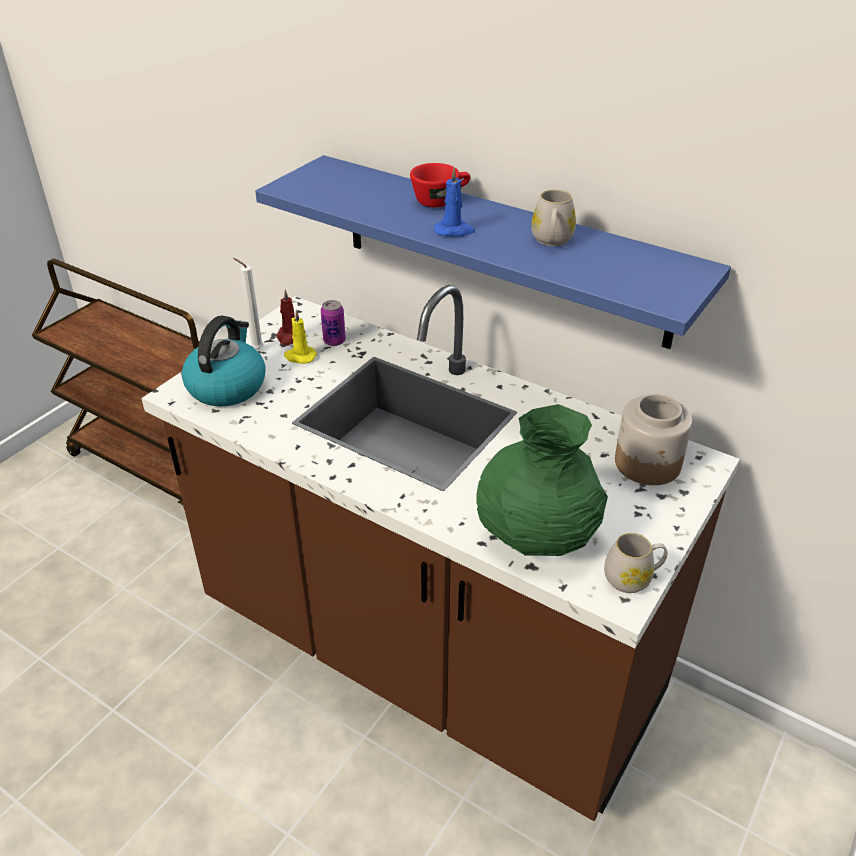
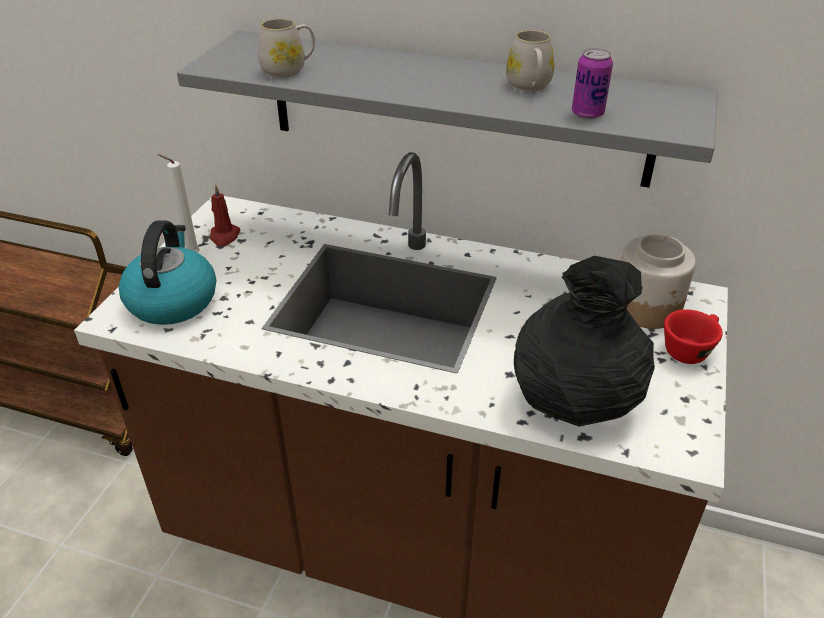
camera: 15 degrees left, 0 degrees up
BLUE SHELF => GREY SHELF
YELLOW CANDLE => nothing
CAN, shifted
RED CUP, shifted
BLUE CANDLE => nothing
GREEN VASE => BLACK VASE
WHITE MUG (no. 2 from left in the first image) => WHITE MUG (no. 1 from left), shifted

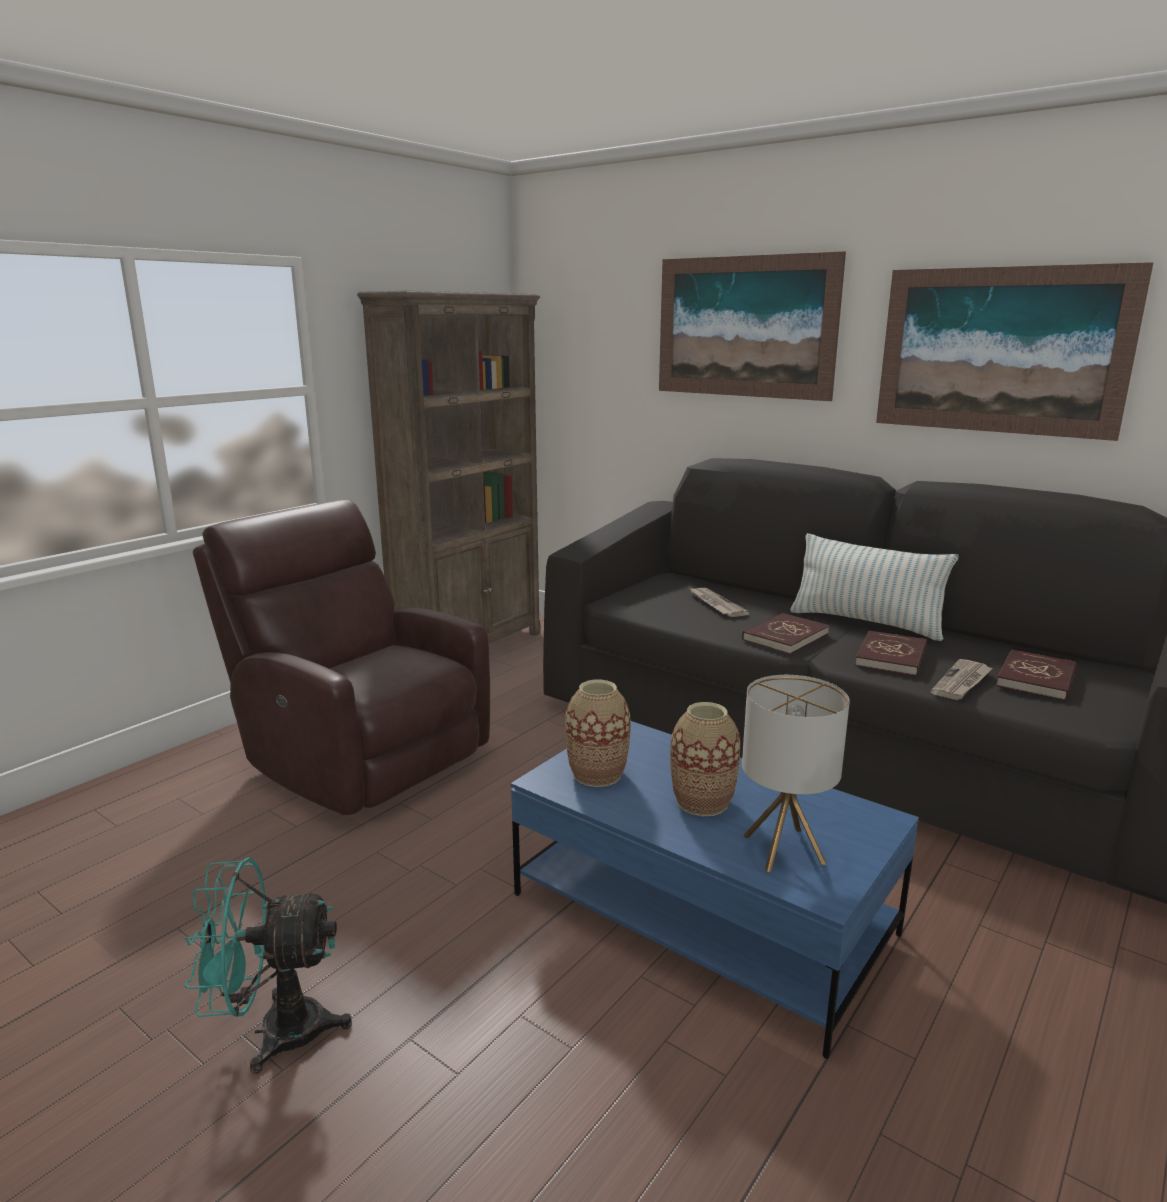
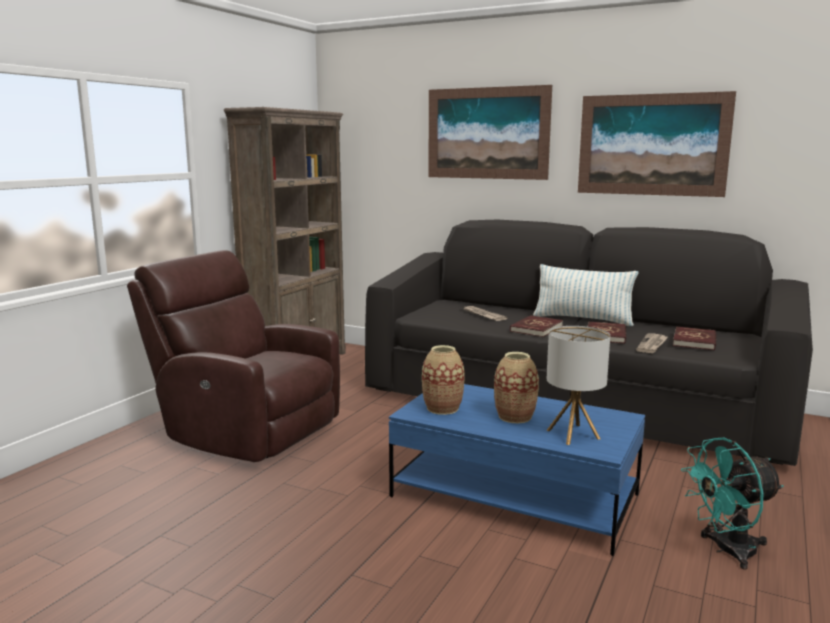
camera: 10 degrees left, 5 degrees down
TURQUOISE FAN, shifted

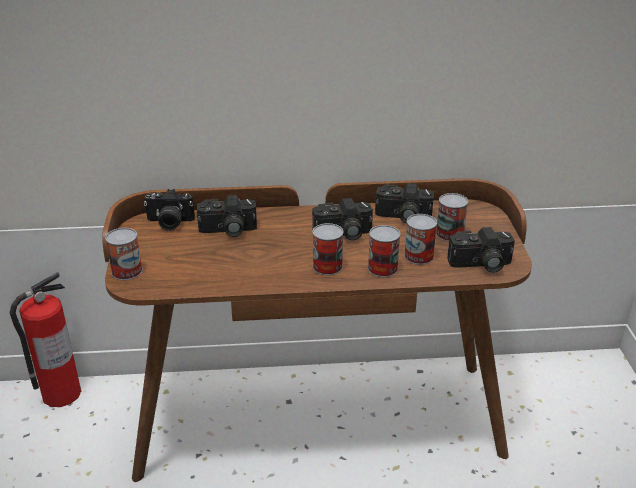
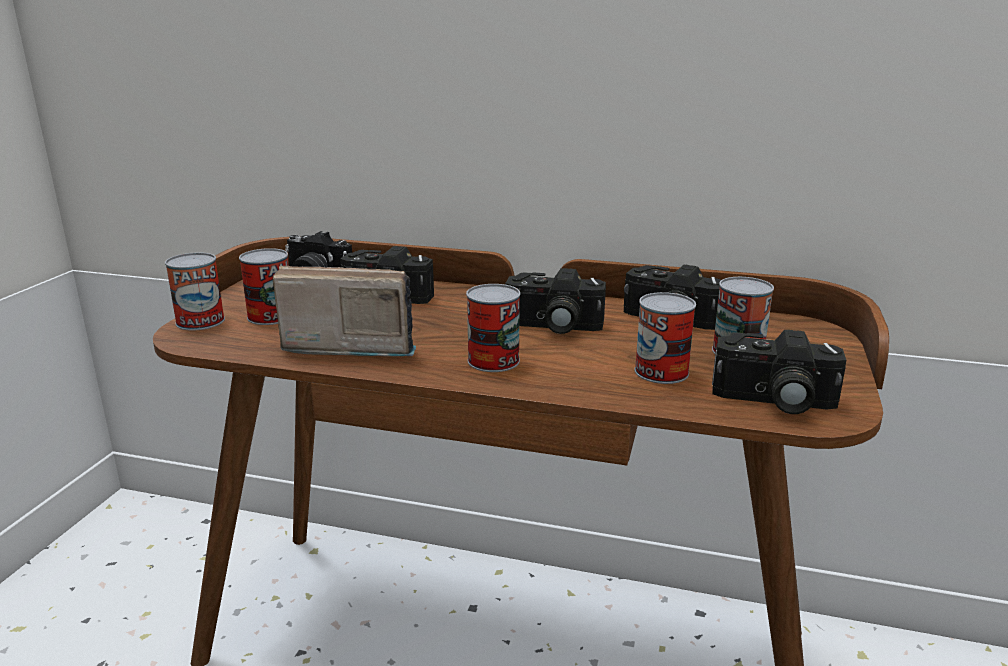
camera: 20 degrees right, 10 degrees down
FIRE EXTINGUISHER => nothing
CAN (no. 3 from left in the first image) => CAN (no. 2 from left), shifted
nothing => RADIO

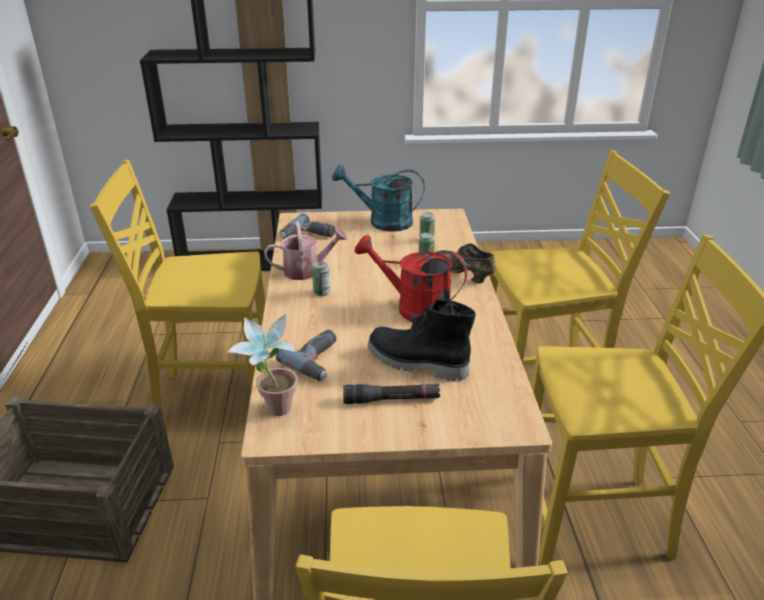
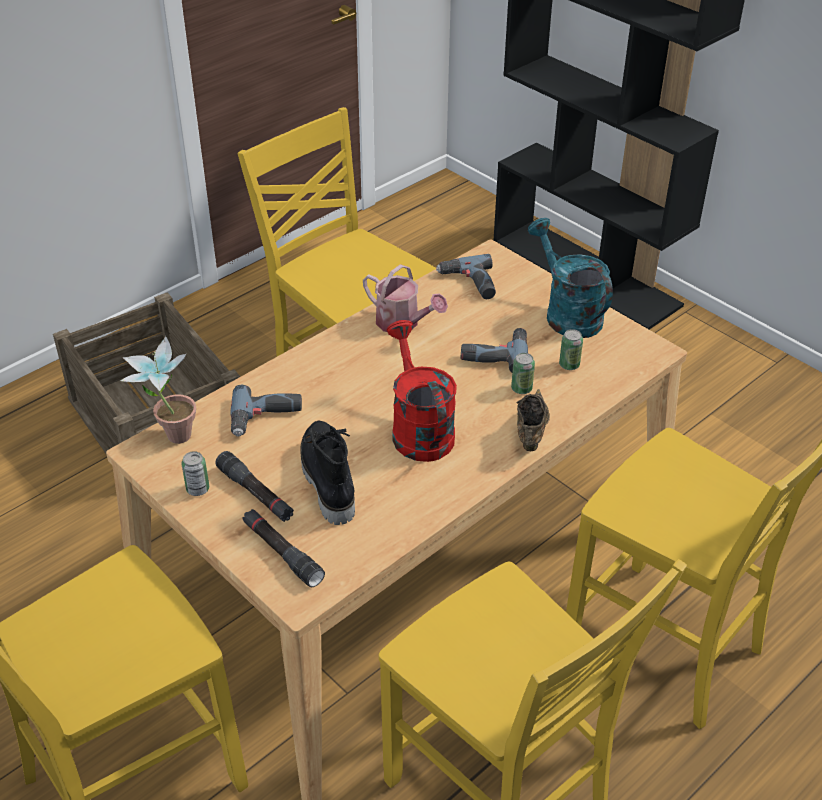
camera: 50 degrees right, 10 degrees up
CAN (no. 1 from left), shifted
nothing => BLACK FLASHLIGHT (no. 2 from left)
nothing => POWER DRILL (no. 3 from left)

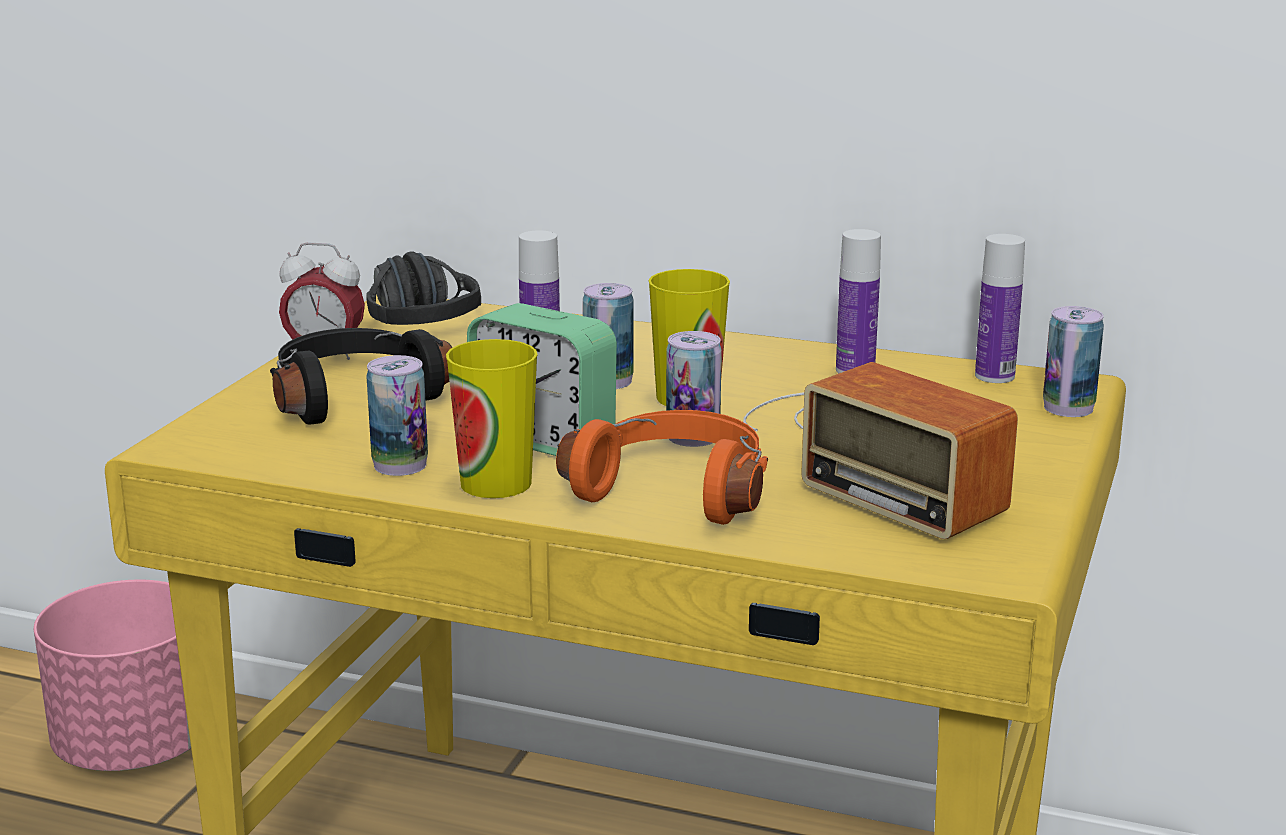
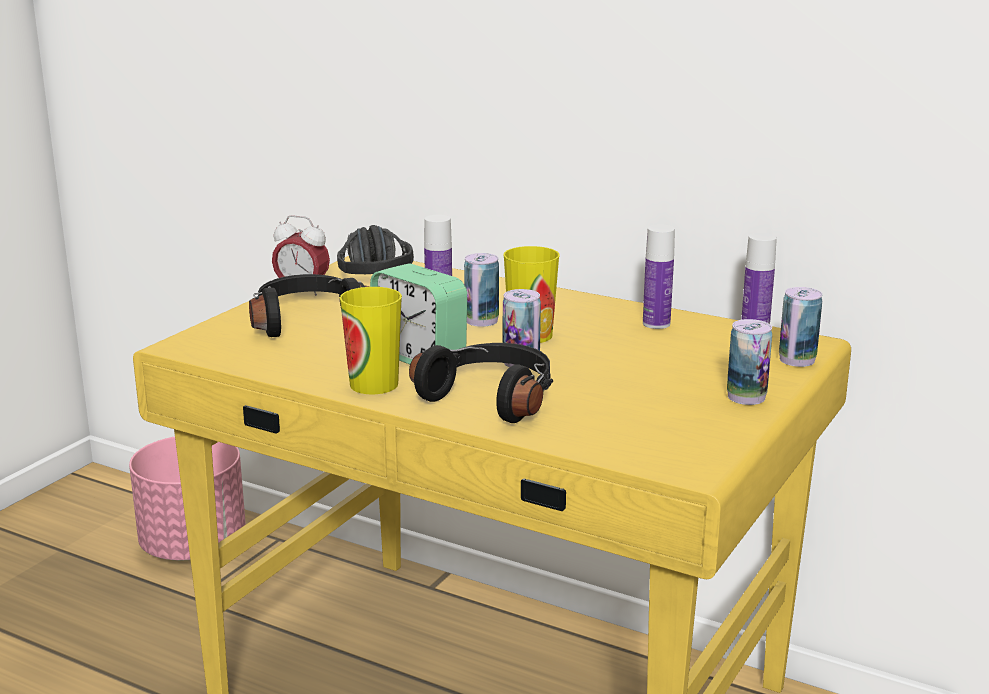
camera: 10 degrees right, 0 degrees up
CAN (no. 1 from left in the first image) => CAN (no. 3 from left), shifted
ORANGE HEADPHONES => BLACK HEADPHONES (no. 3 from left)
RADIO => nothing

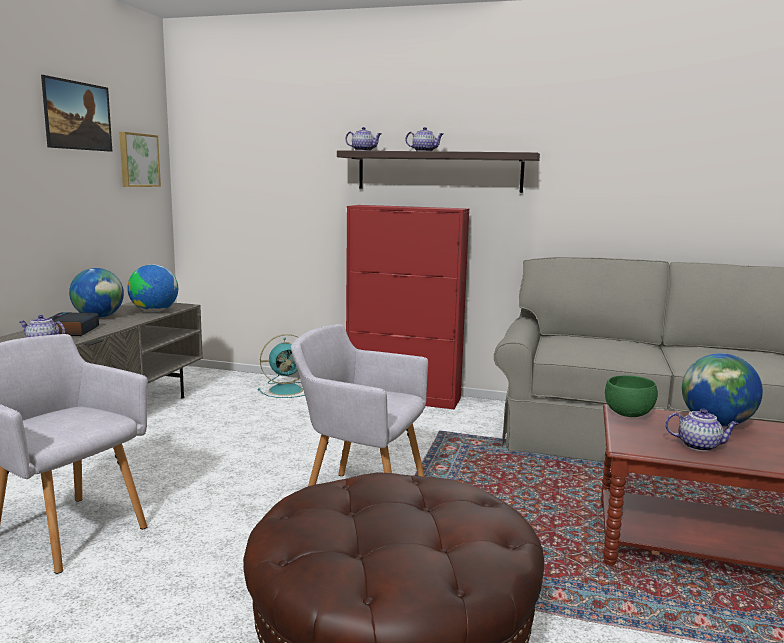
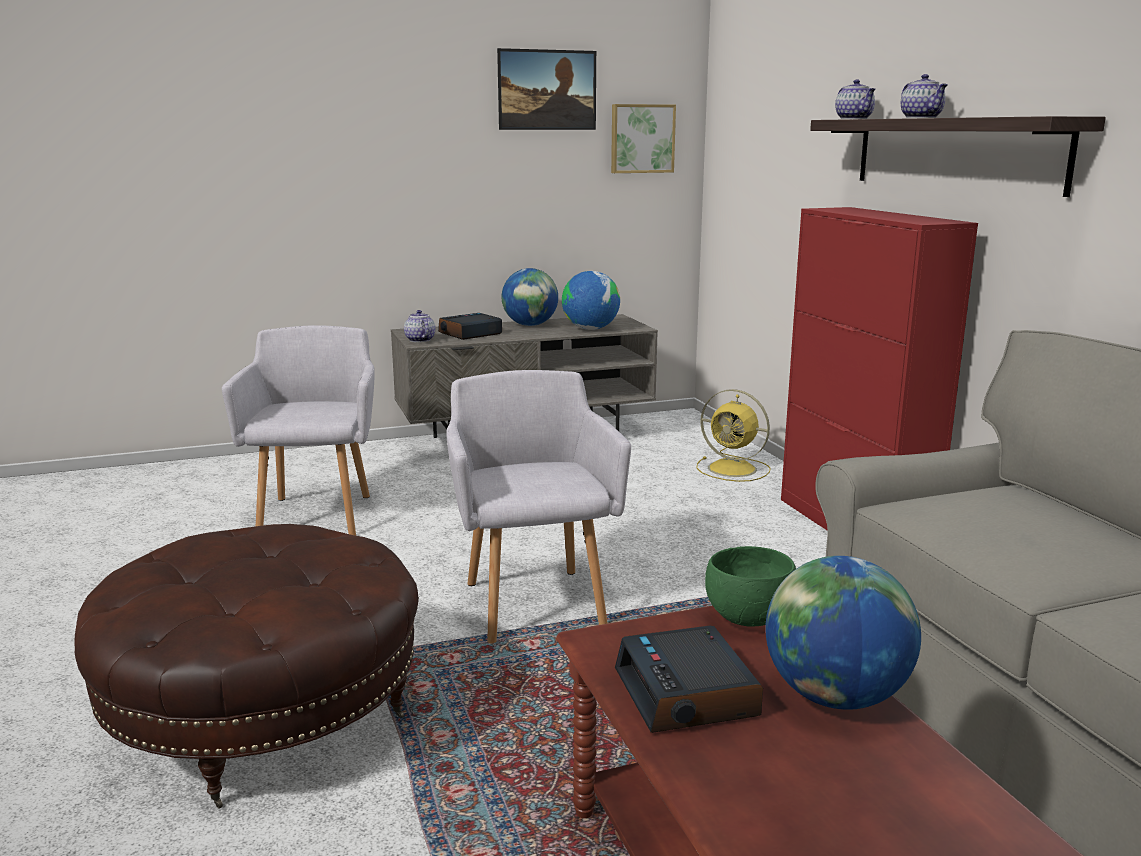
camera: 55 degrees right, 5 degrees up
TURQUOISE FAN => YELLOW FAN
TEAPOT (no. 4 from left) => ALARM CLOCK (no. 2 from left)

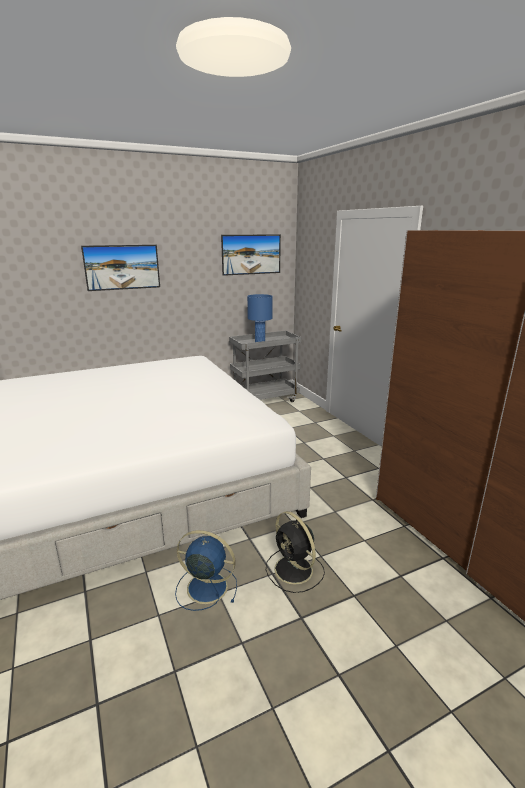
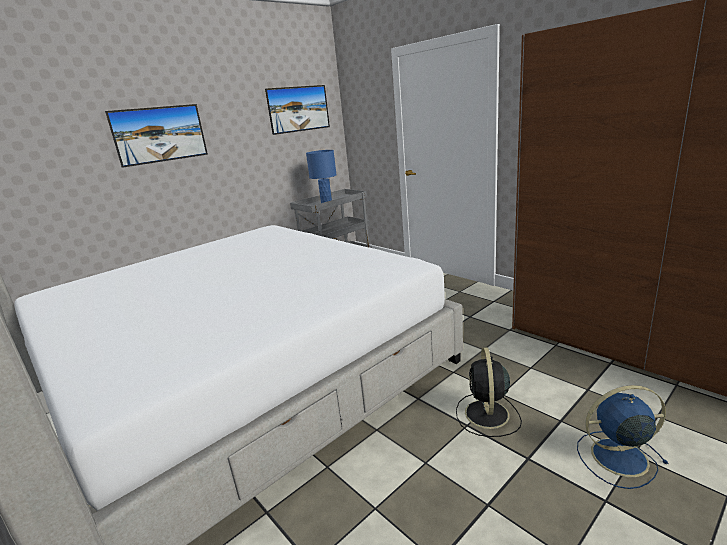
camera: 15 degrees left, 0 degrees up
BLUE FAN, shifted
BLACK FAN, 60 degrees clockwise

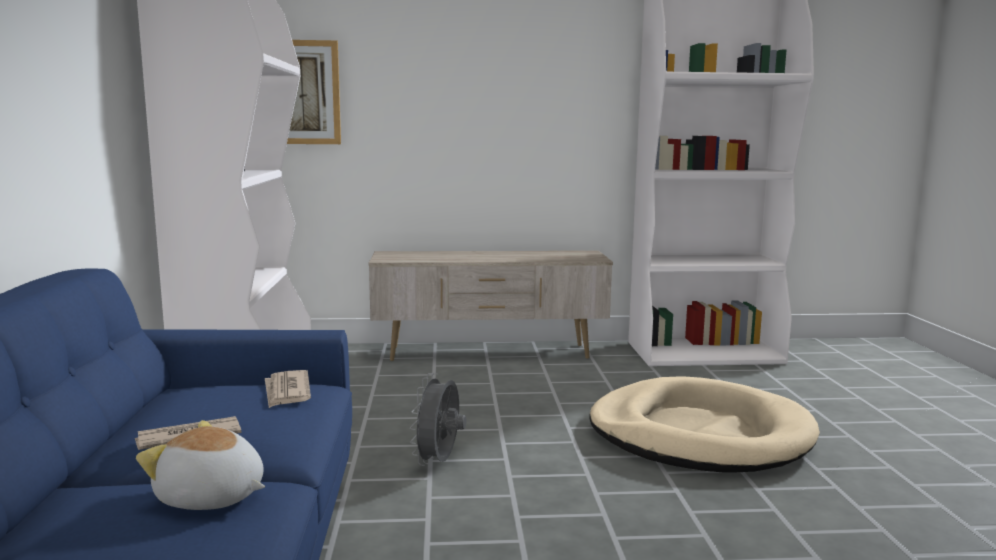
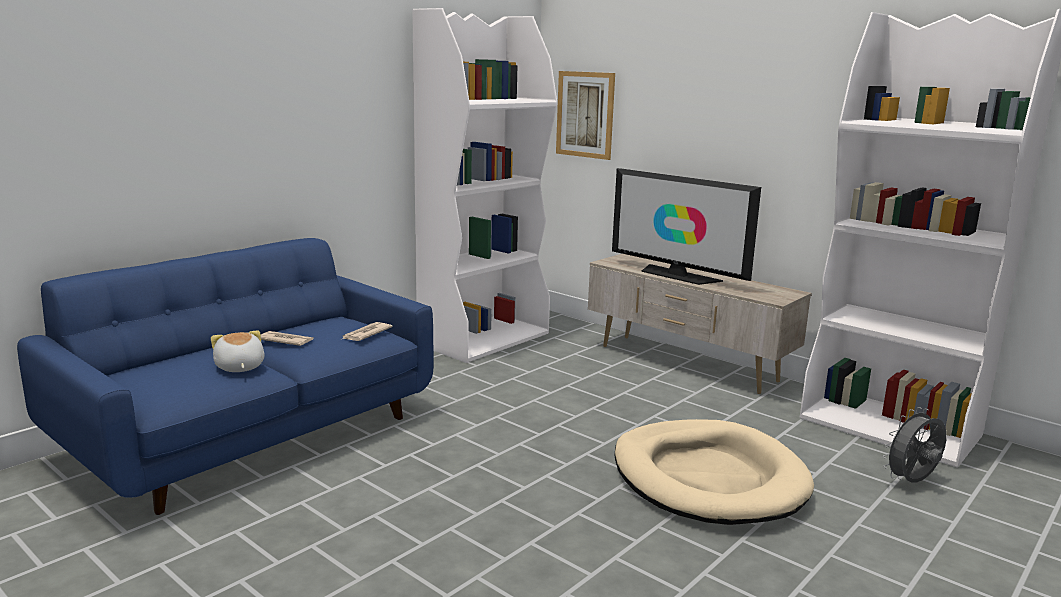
camera: 45 degrees right, 5 degrees up
GREY FAN, shifted
nothing => TELEVISION

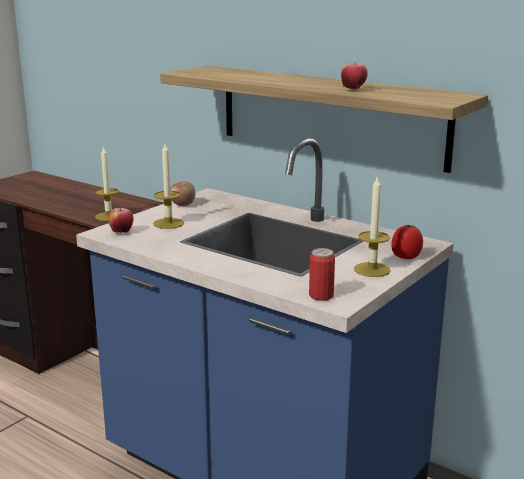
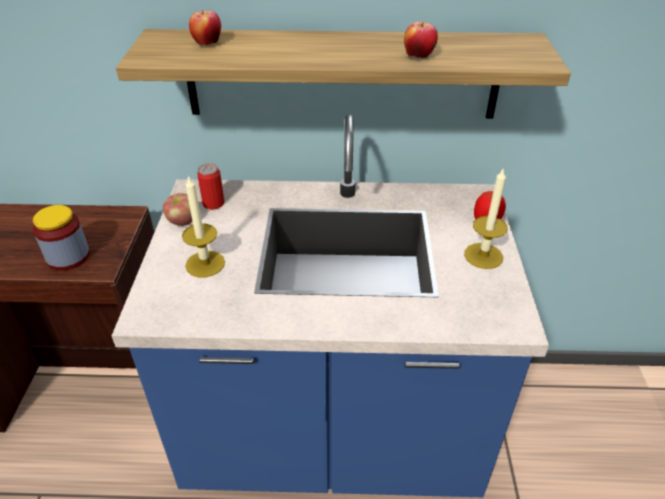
camera: 35 degrees left, 20 degrees up
CANDLE (no. 1 from left) => JAR
APPLE (no. 1 from left in the first image) => APPLE (no. 2 from left), shifted
CAN, shifted

